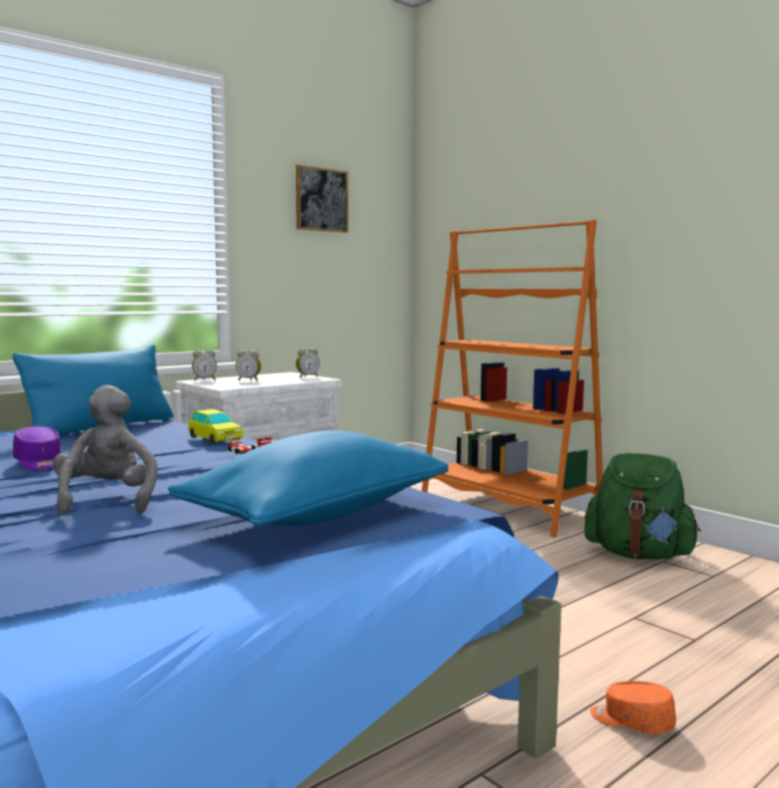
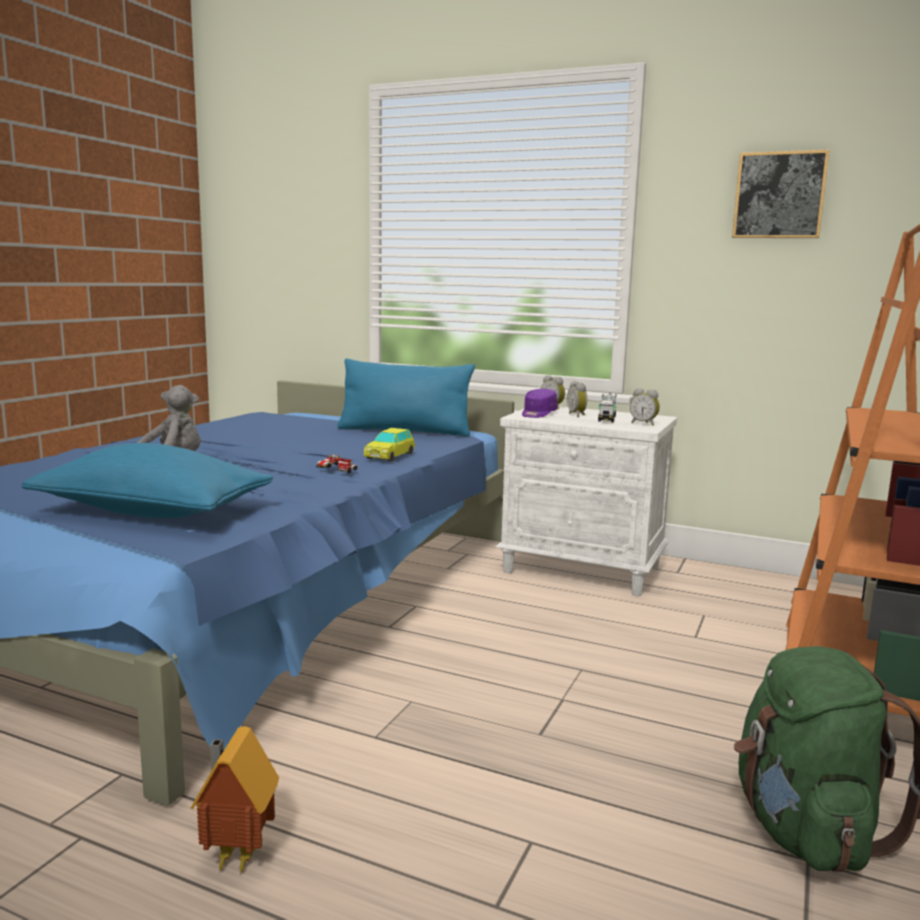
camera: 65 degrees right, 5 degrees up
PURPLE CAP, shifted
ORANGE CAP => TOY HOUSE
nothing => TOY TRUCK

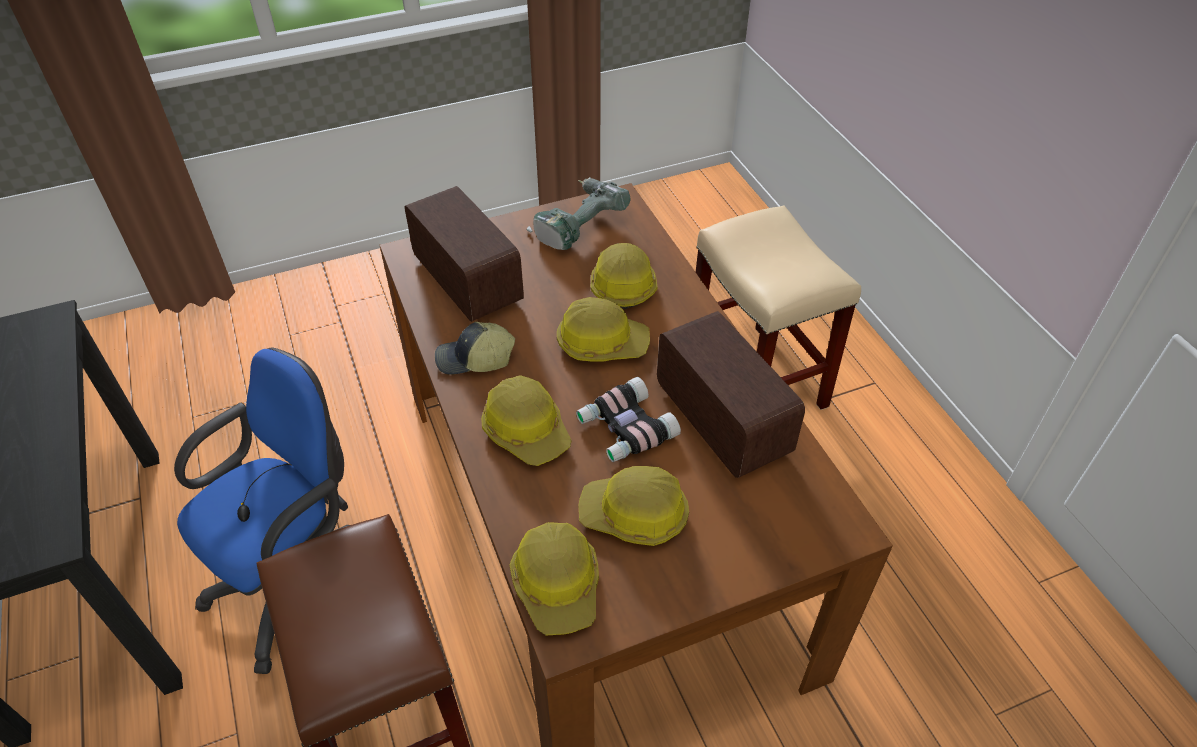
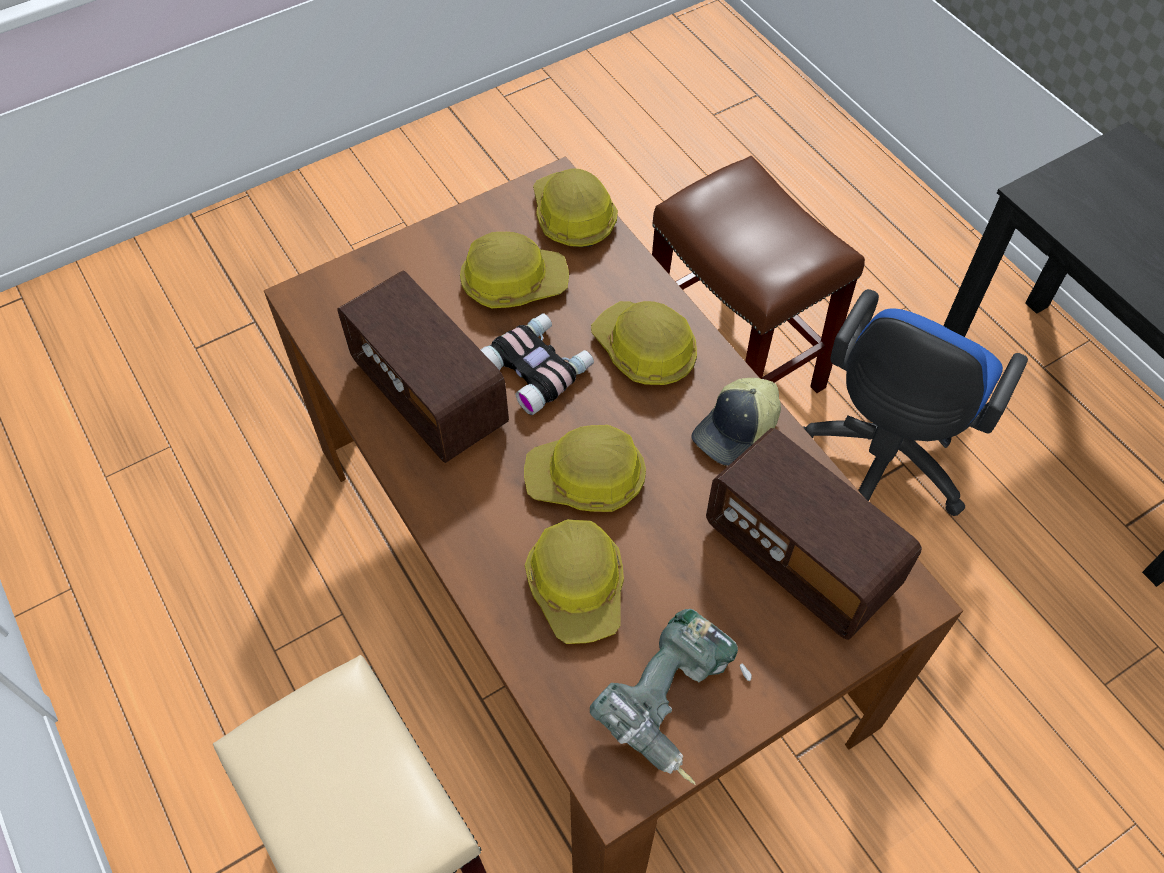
camera: 170 degrees right, 10 degrees up
CAP, 150 degrees clockwise

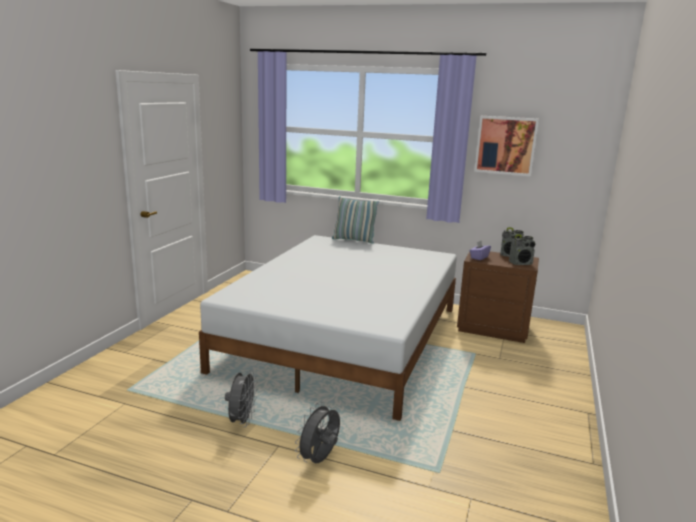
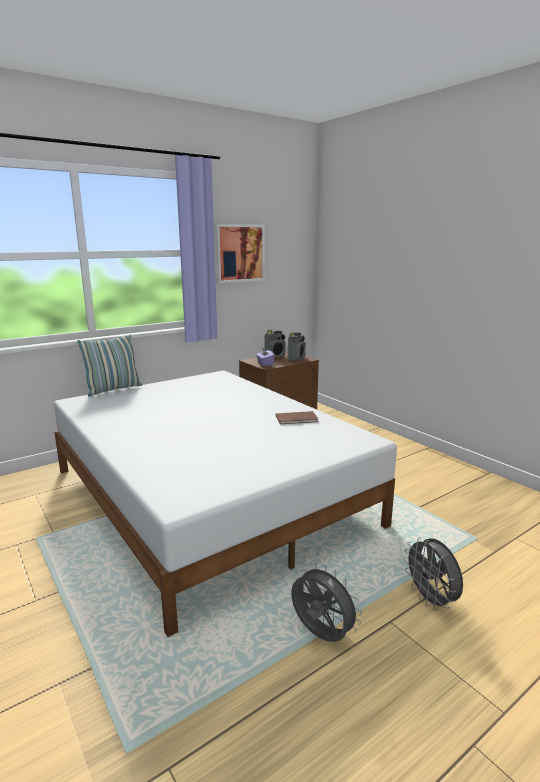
camera: 55 degrees left, 0 degrees up
nothing => BROWN BOOK

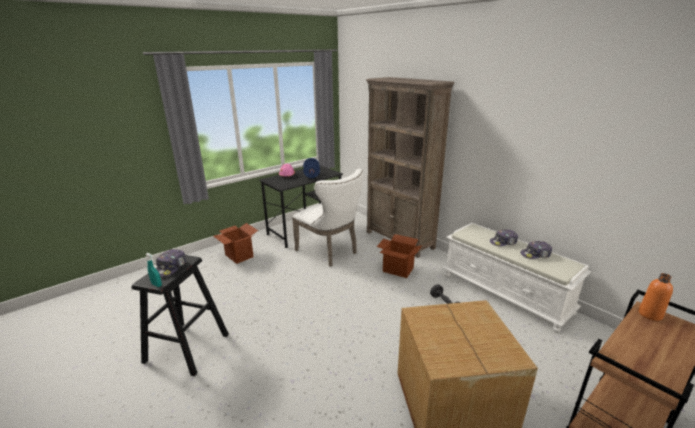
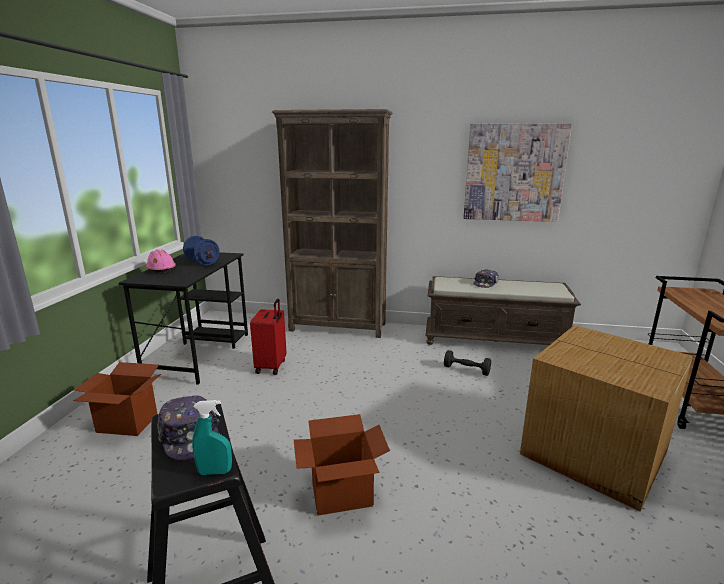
camera: 40 degrees left, 5 degrees down
WHITE CHAIR => RED SUITCASE
CARDBOARD BOX (no. 2 from left), shifted
WHITE BENCH => BROWN BENCH
CAP (no. 3 from left) => nothing
ORANGE BOTTLE => nothing
nothing => PICTURE

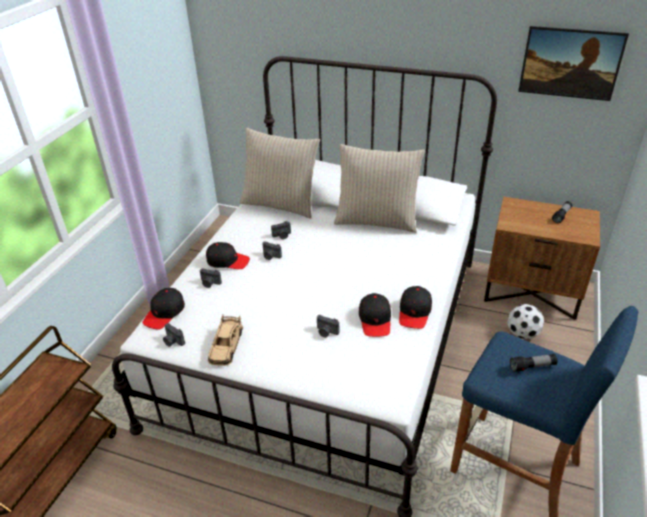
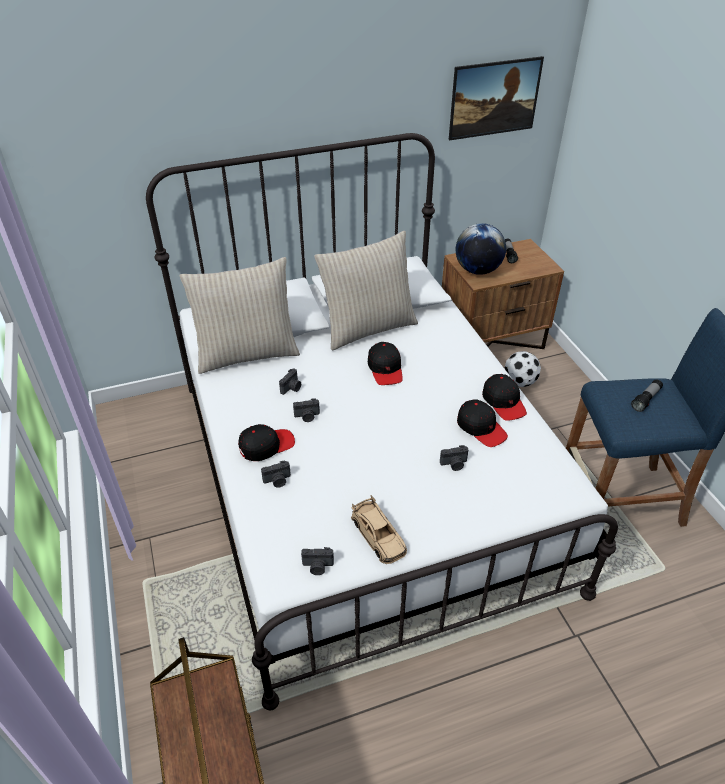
camera: 40 degrees left, 5 degrees up
BLACK CAP (no. 1 from left in the first image) => BLACK CAP (no. 2 from left), shifted
nothing => GLOBE

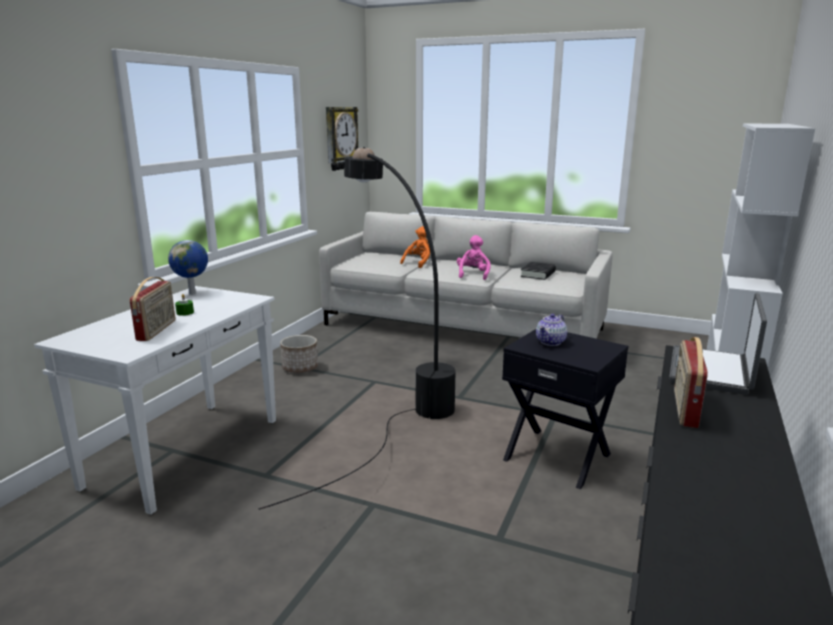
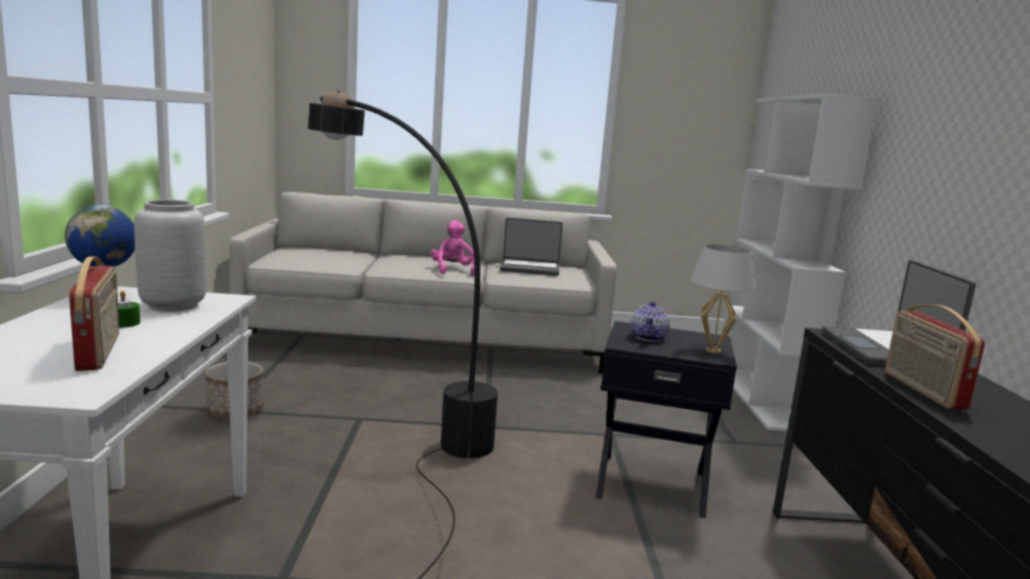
camera: 25 degrees left, 5 degrees down
WALL CLOCK => nothing
ORANGE PLUSH TOY => nothing
BLACK BOOK => LAPTOP (no. 1 from left)
nothing => GREY VASE
nothing => WHITE TABLE LAMP

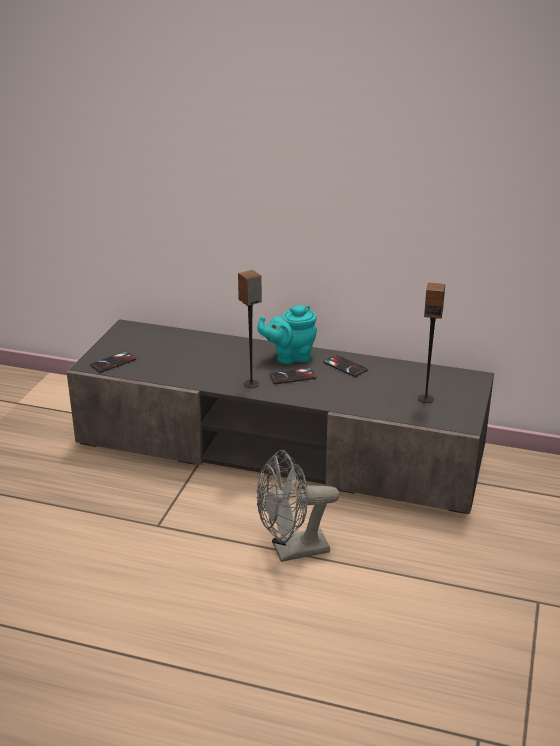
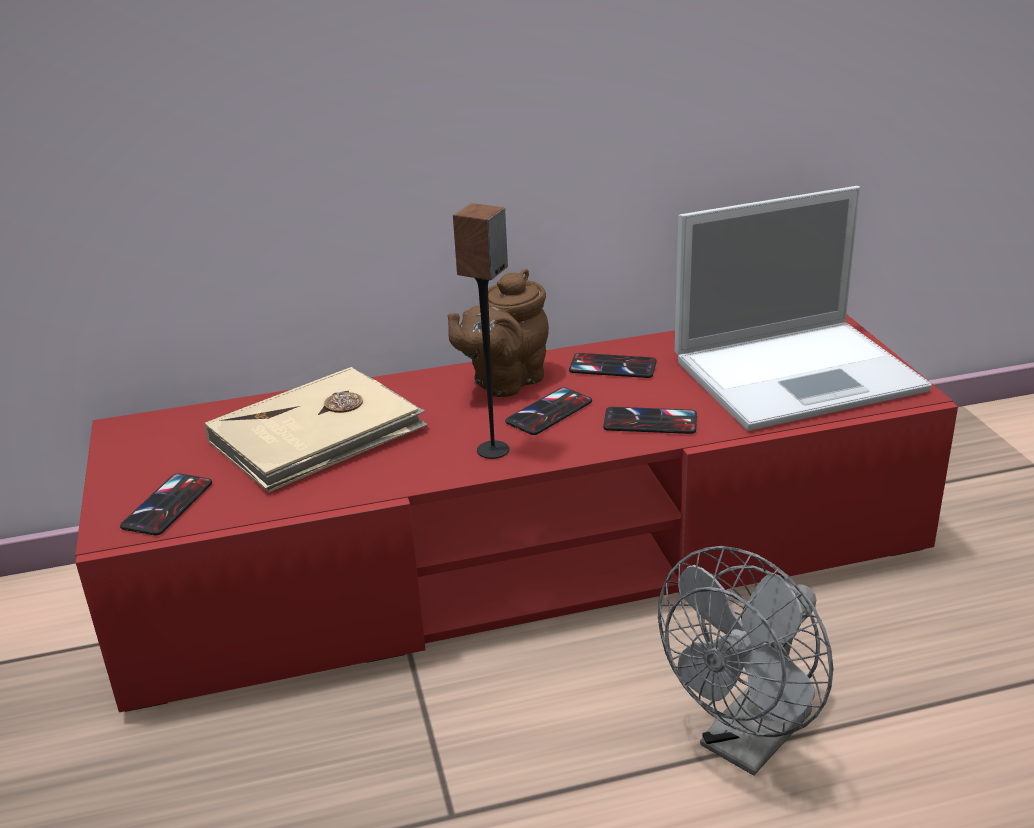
camera: 30 degrees left, 0 degrees up
GREY TV STAND => RED TV STAND
TURQUOISE TEAPOT => BROWN TEAPOT
SPEAKER (no. 2 from left) => LAPTOP
nothing => BEIGE BOOK
nothing => PHONE (no. 4 from left)

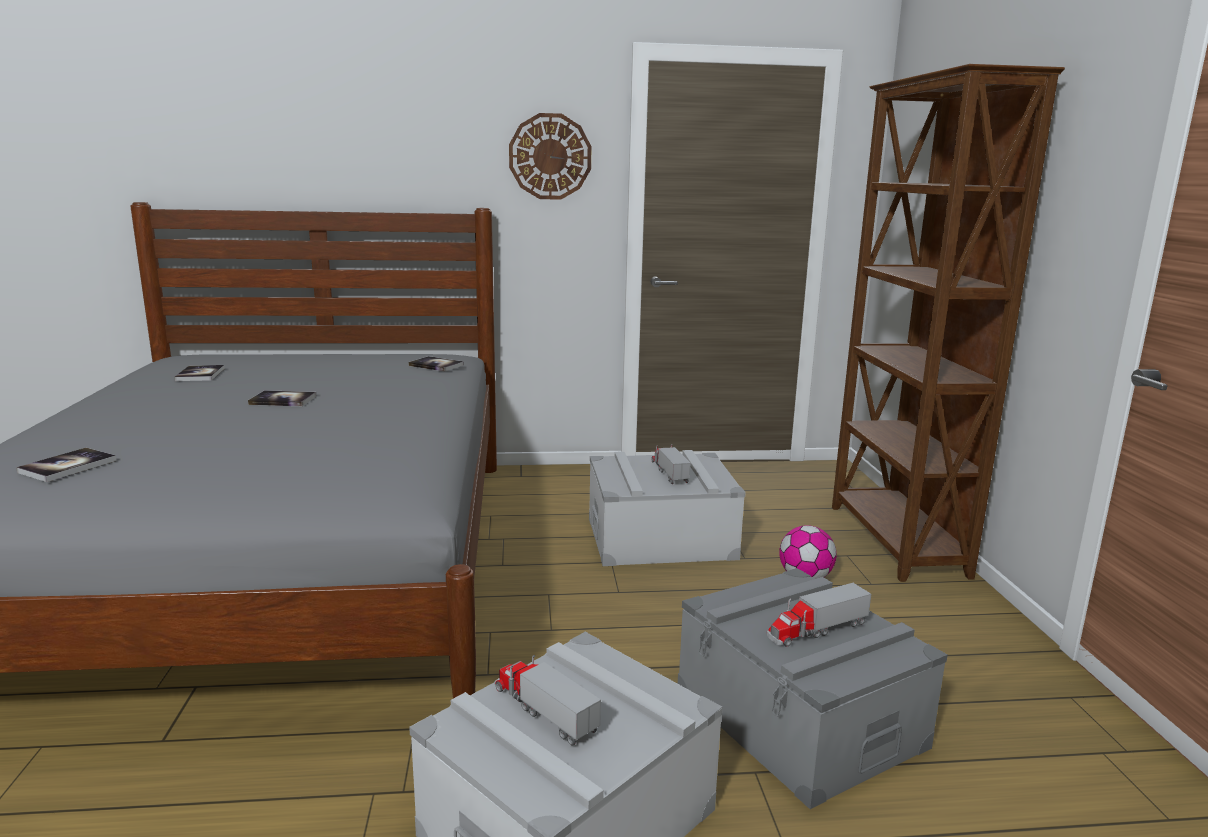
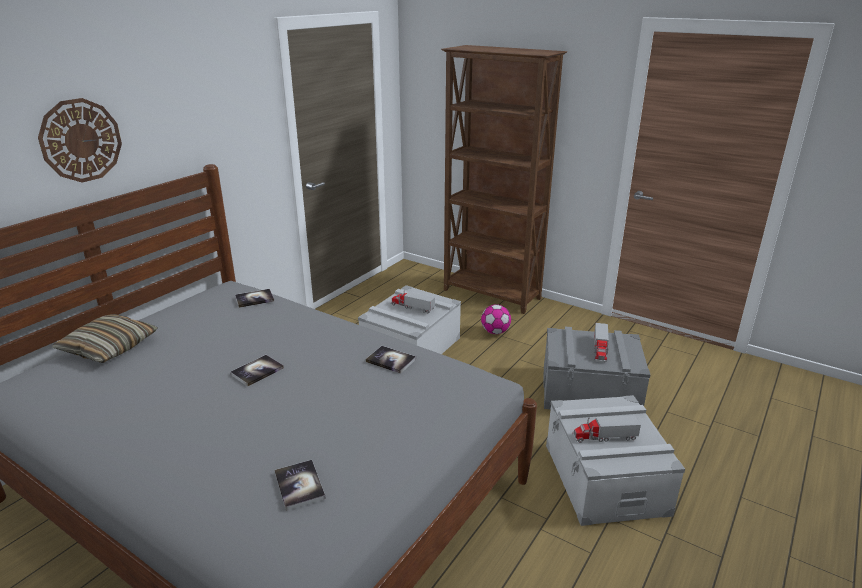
camera: 50 degrees left, 10 degrees up
BOOK (no. 2 from left in the first image) => BOOK (no. 4 from left), shifted
WALL CLOCK, shifted
nothing => PILLOW

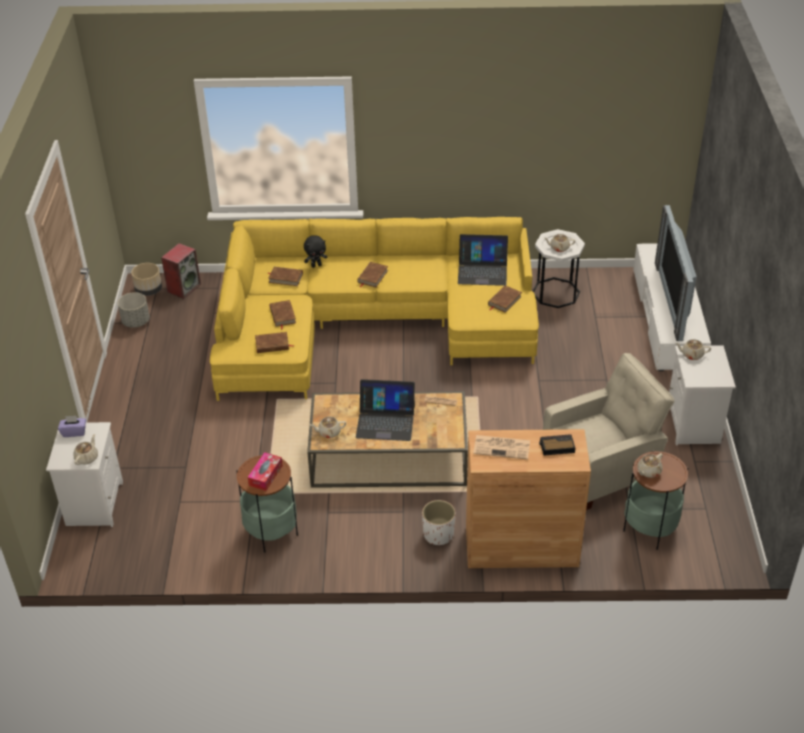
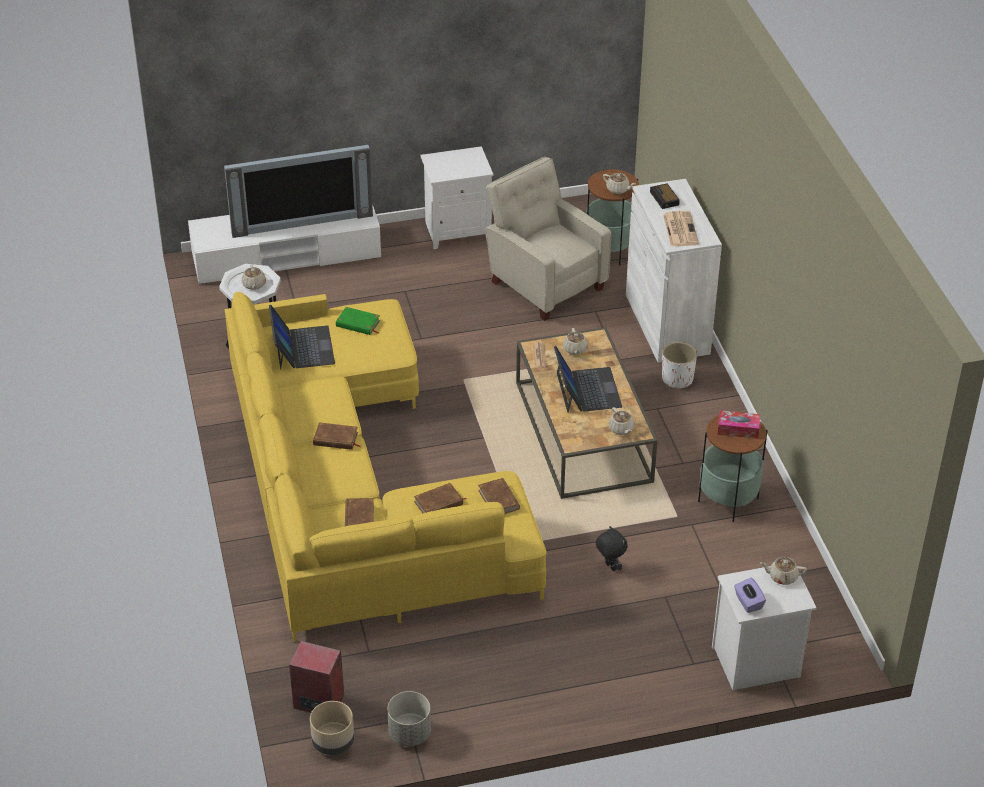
camera: 105 degrees left, 0 degrees up
BLACK PLUSH TOY, shifted
BROWN CABINET => WHITE CABINET
BROWN BOOK (no. 5 from left) => GREEN BOOK
BEIGE TEAPOT (no. 5 from left in the first image) => BEIGE TEAPOT (no. 2 from left), shifted

